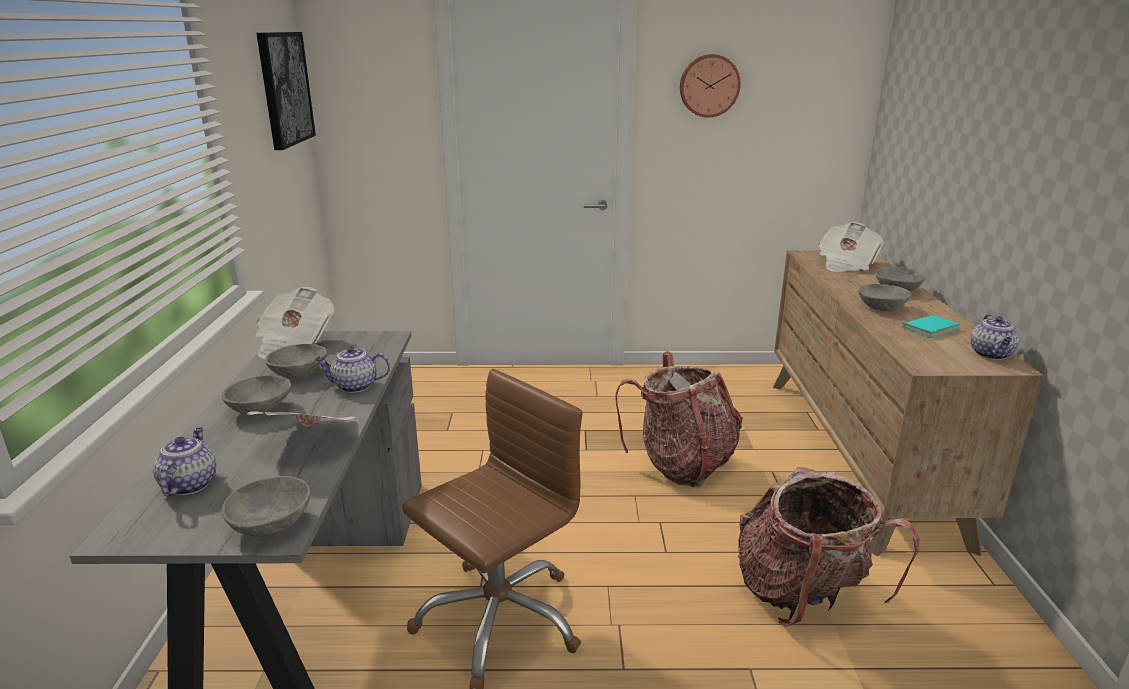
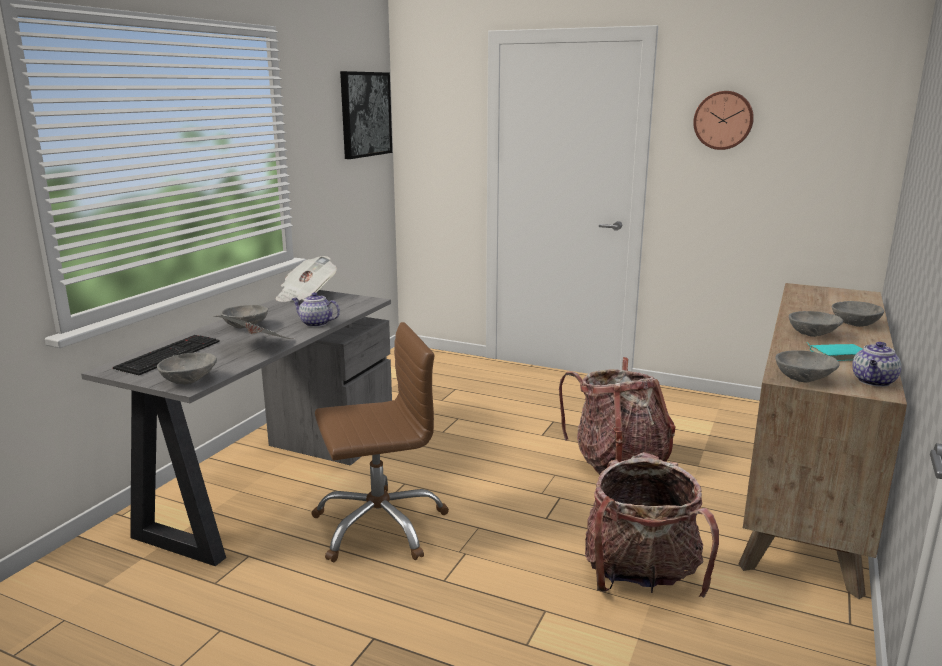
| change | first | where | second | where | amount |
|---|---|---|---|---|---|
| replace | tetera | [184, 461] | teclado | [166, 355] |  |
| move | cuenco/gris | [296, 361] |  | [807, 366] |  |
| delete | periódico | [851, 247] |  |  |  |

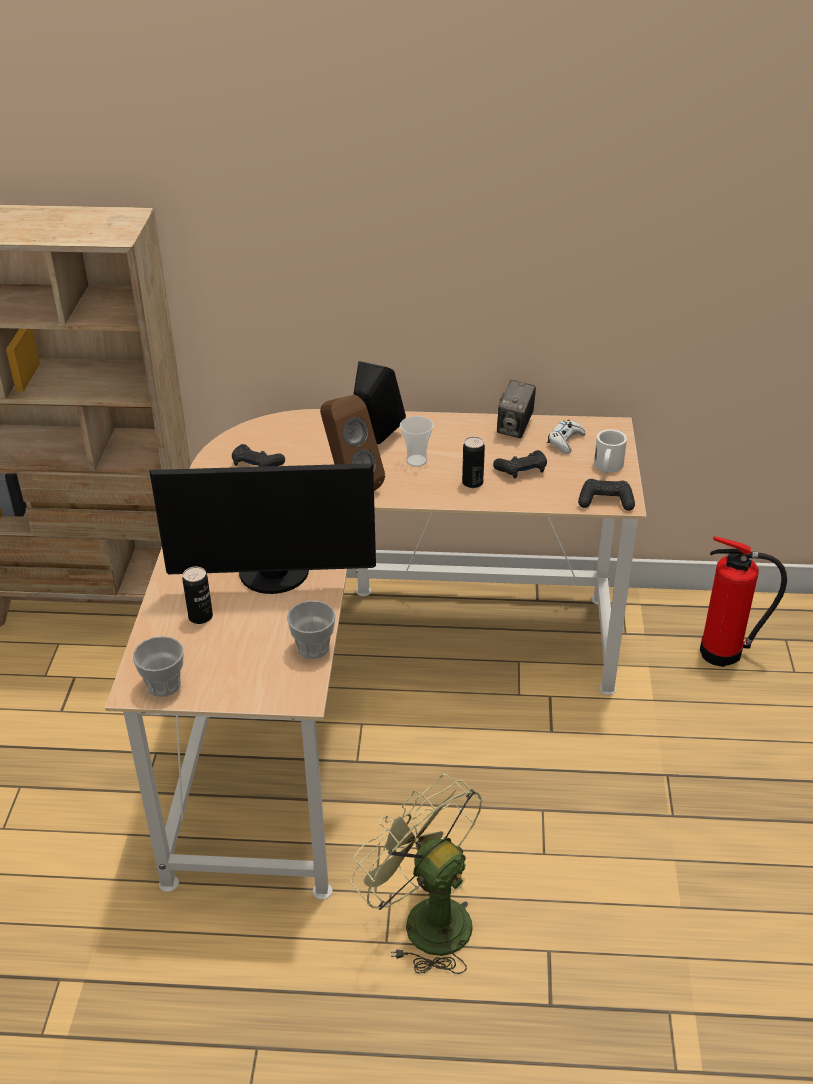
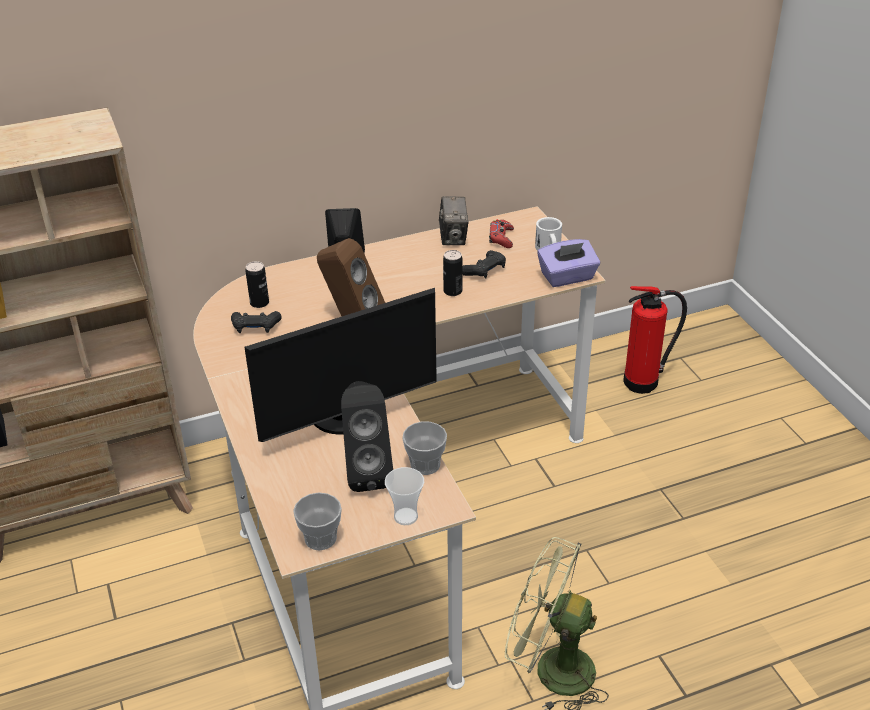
| change | first | where | second | where | amount |
|---|---|---|---|---|---|
| move | lata | [197, 595] |  | [257, 284] |  |
| insert |  |  | altavoz/negro | [367, 436] |  |
| move | taza | [417, 441] |  | [404, 496] |  |
| recolor | mando de consola/blanco | [566, 437] | mando de consola/rojo | [501, 233] |  |
| replace | mando de consola/negro | [606, 495] | caja de pañuelos/morado | [568, 263] |  |

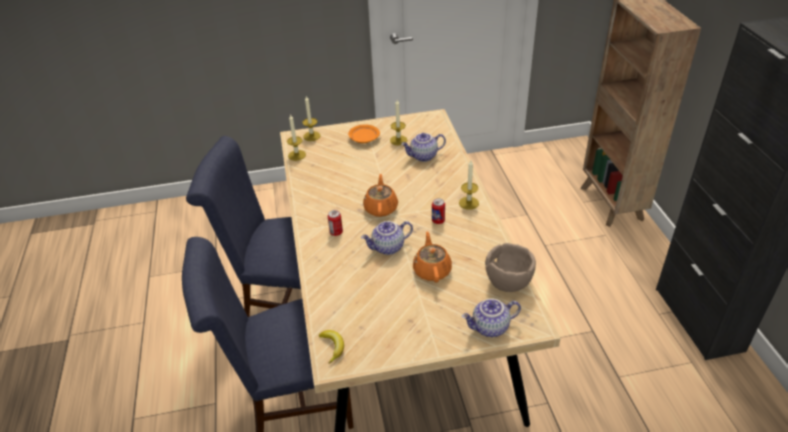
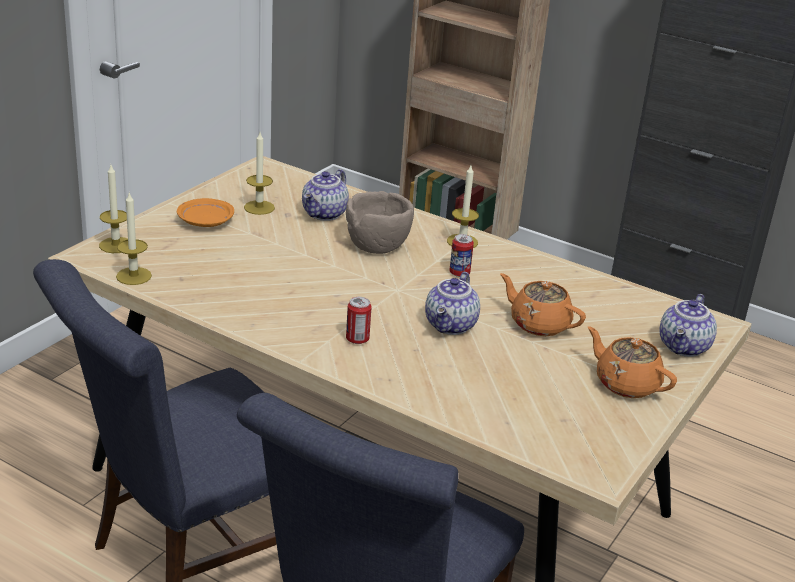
| change | first | where | second | where | amount |
|---|---|---|---|---|---|
| move | cuenco/marrón | [510, 267] |  | [380, 222] |  |
| move | tetera/naranja | [380, 195] |  | [632, 362] |  |
| delete | plátano | [331, 347] |  |  |  |

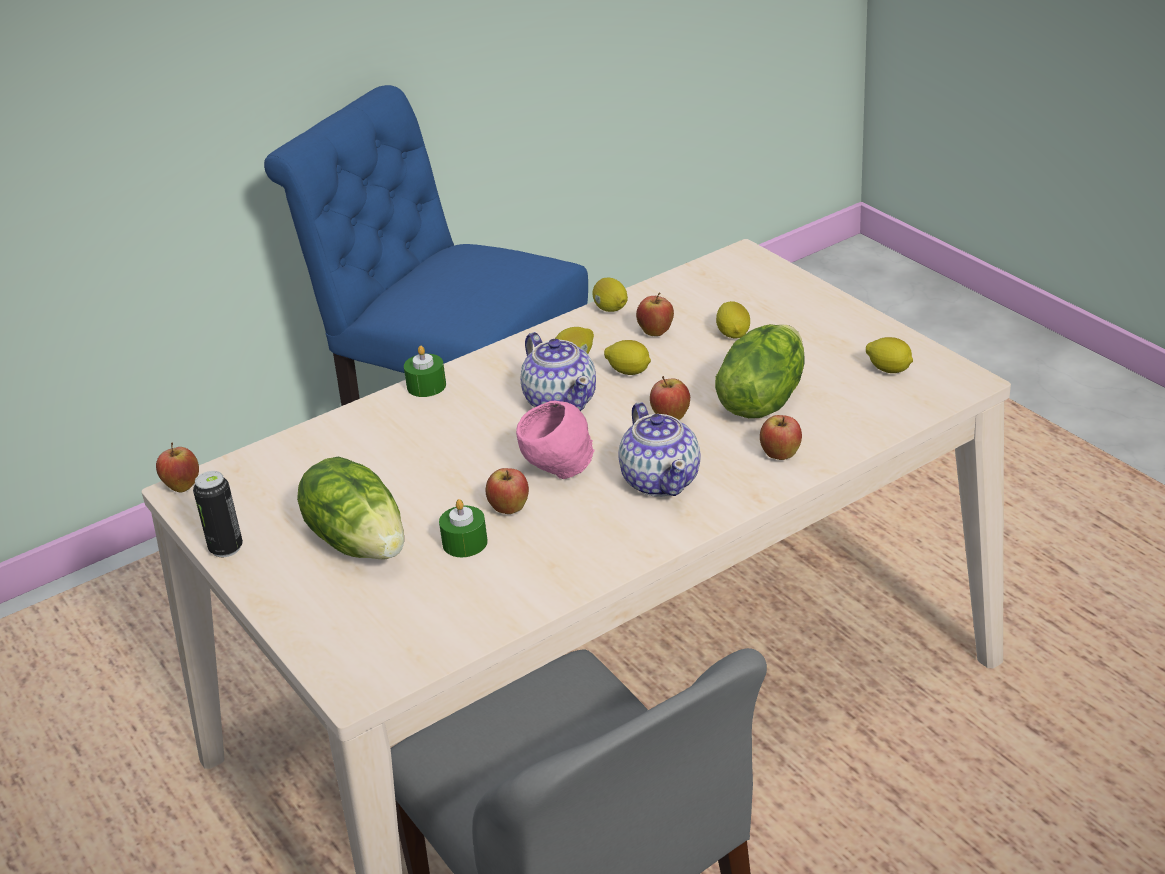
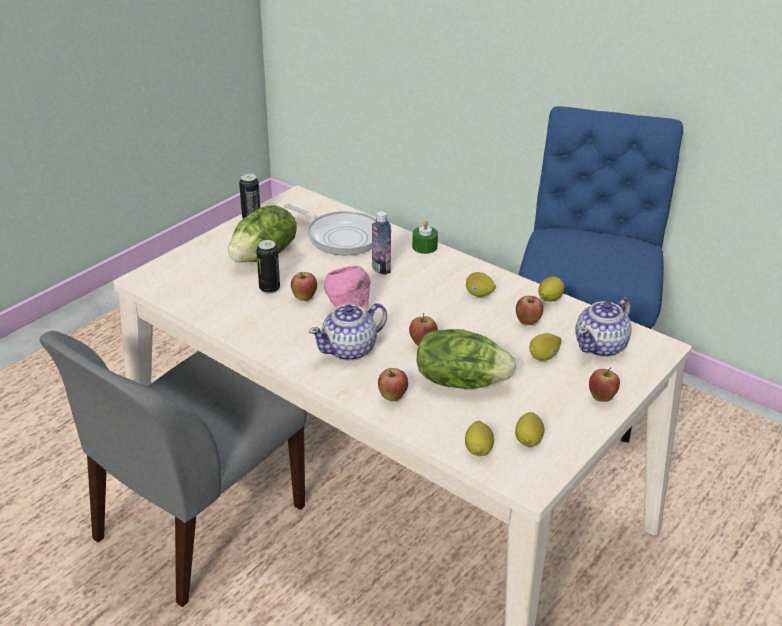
| change | first | where | second | where | amount |
|---|---|---|---|---|---|
| replace | vela/verde | [463, 528] | lata | [268, 267] |  |
| insert |  |  | sartén | [330, 229] |  |
| insert |  |  | botella | [381, 243] |  |
| move | limón | [627, 357] |  | [479, 438] |  |
| move | tetera | [558, 371] |  | [603, 327] |  |
| move | manzana | [177, 467] |  | [604, 384] |  |

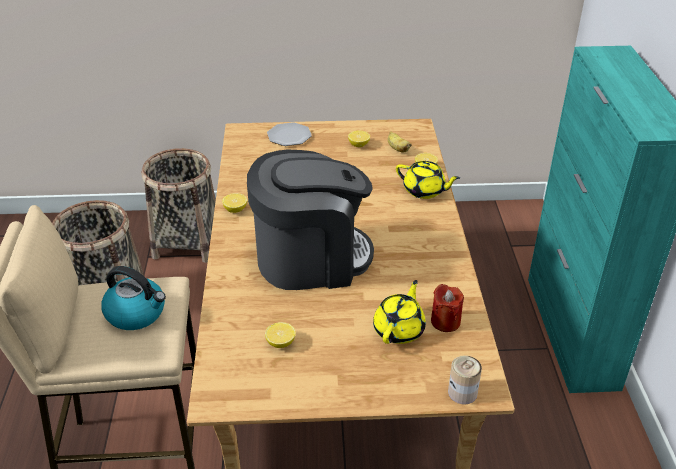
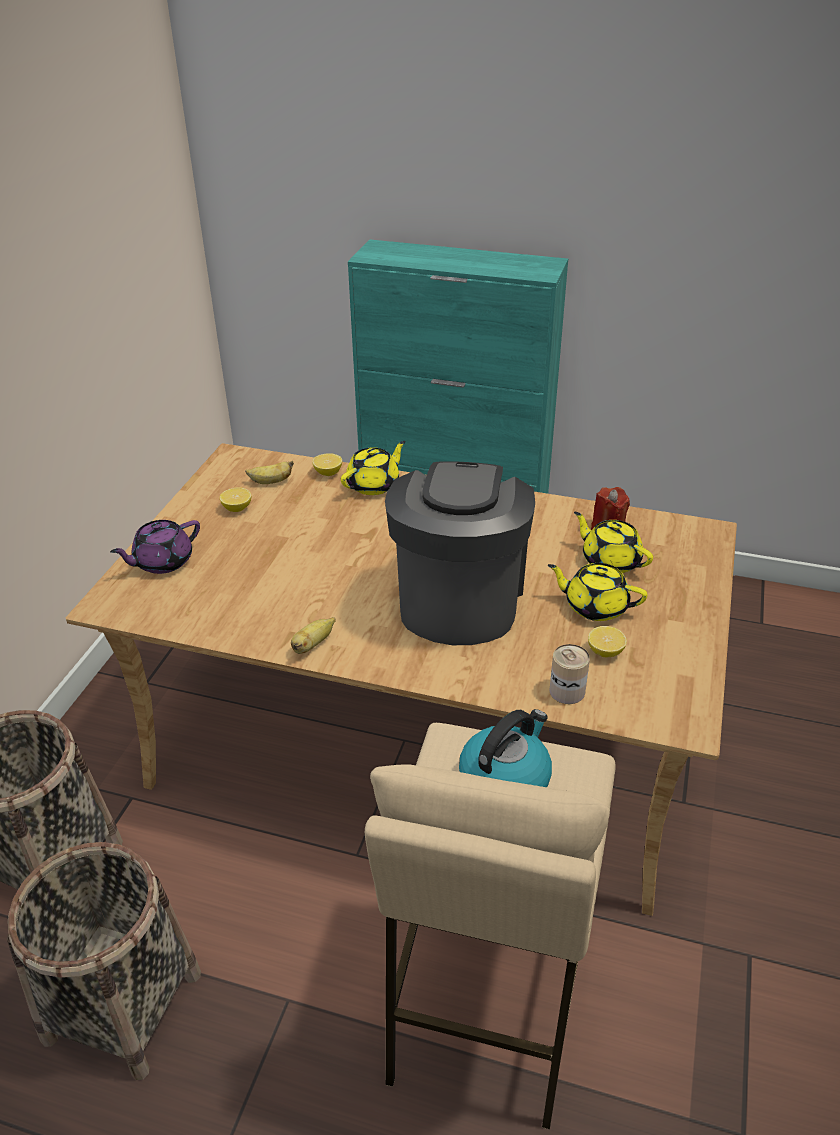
| change | first | where | second | where | amount |
|---|---|---|---|---|---|
| replace | plato | [289, 134] | tetera/morado | [155, 547] |  |
| replace | limón | [234, 203] | plátano | [313, 635] |  |
| insert |  |  | tetera/amarillo | [597, 592] |  |
| move | lata | [465, 380] |  | [569, 674] |  |

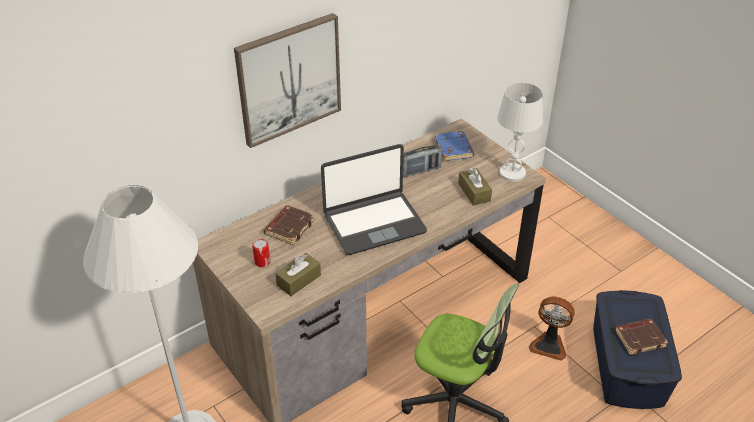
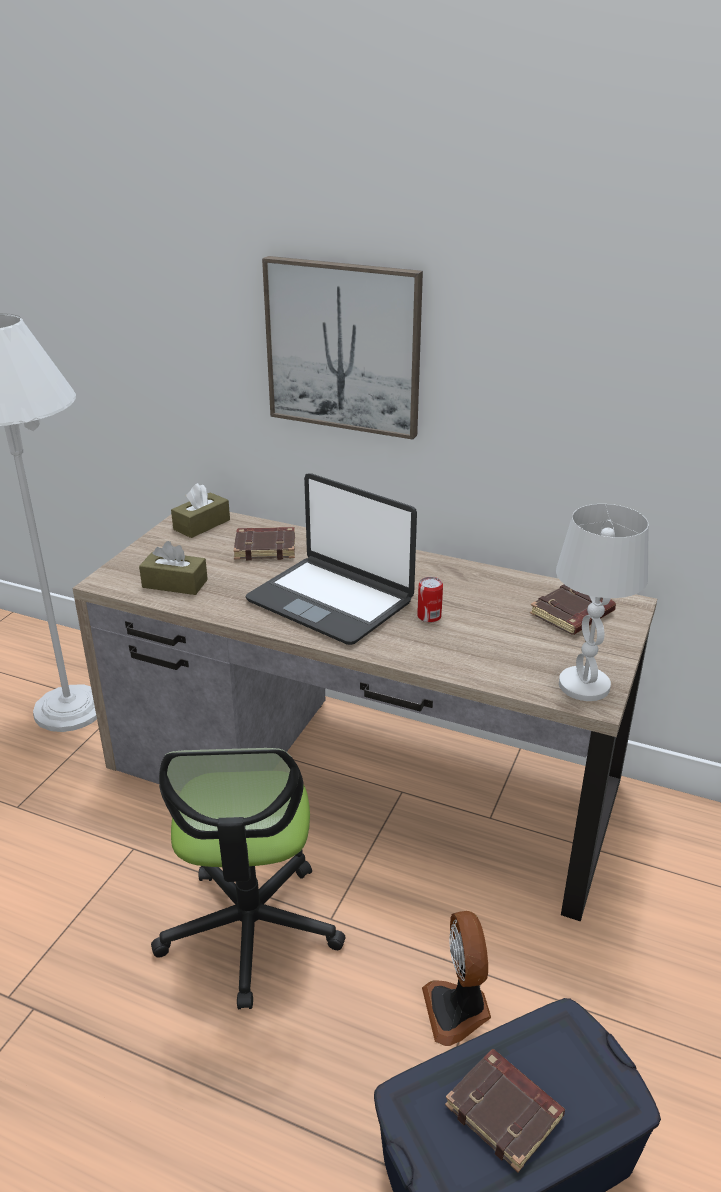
| change | first | where | second | where | amount |
|---|---|---|---|---|---|
| move | caja de pañuelos/marrón | [475, 187] |  | [200, 510] |  |
| move | lata | [261, 253] |  | [430, 600] |  |
| recolor | libro/azul | [454, 146] | libro/marrón | [573, 609] |  |
| delete | radio | [422, 160] |  |  |  |

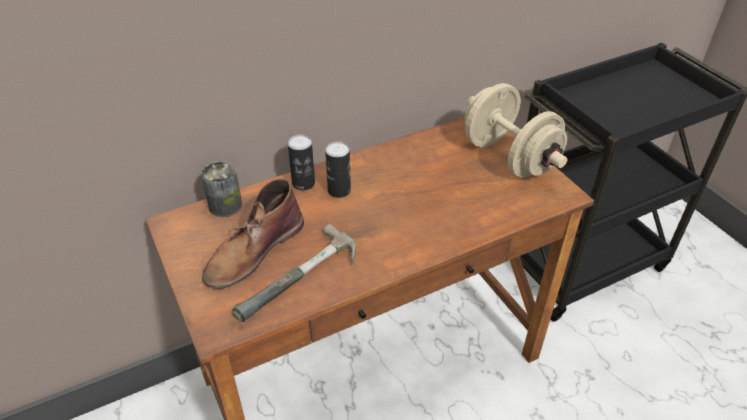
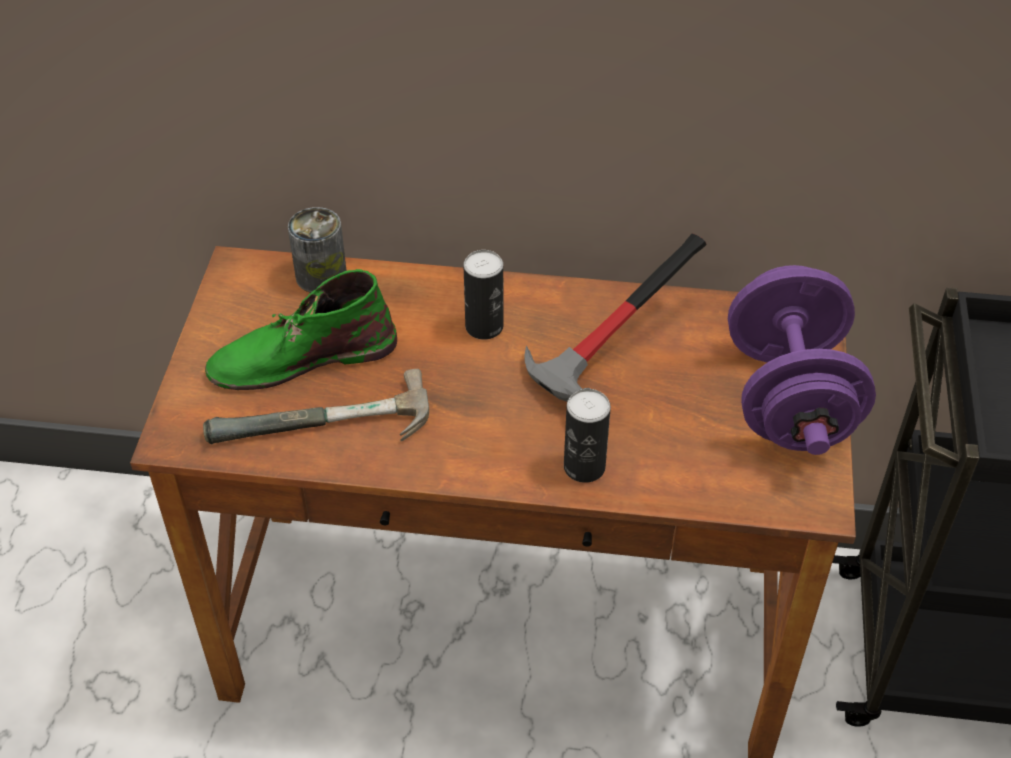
| change | first | where | second | where | amount |
|---|---|---|---|---|---|
| recolor | bota/marrón | [253, 233] | bota/verde | [301, 329] |  |
| insert |  |  | martillo | [615, 317] |  |
| move | lata | [301, 163] |  | [587, 436] |  |
| recolor | mancuerna/beis | [516, 130] | mancuerna/morado | [802, 360] |  |

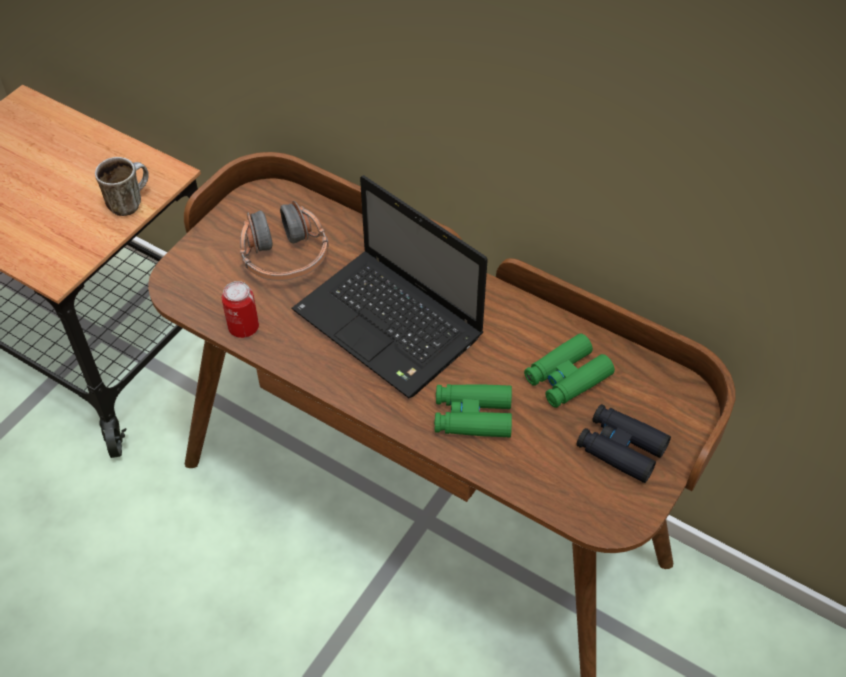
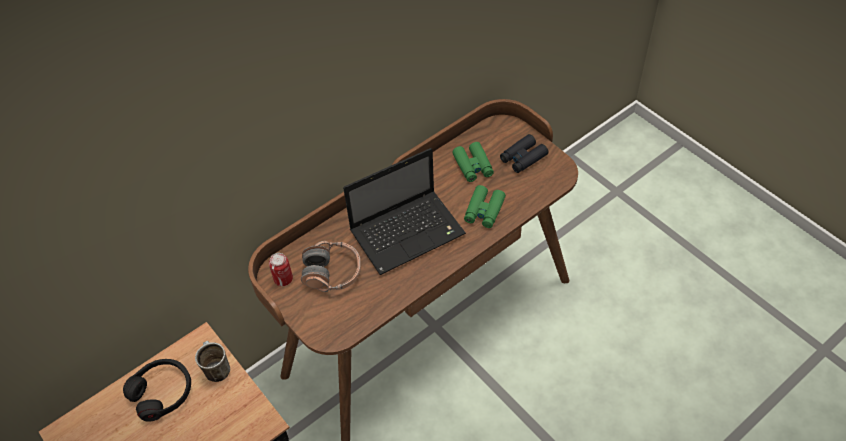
| change | first | where | second | where | amount |
|---|---|---|---|---|---|
| insert |  |  | auriculares/negro | [157, 390] |  |
| move | lata | [240, 309] |  | [281, 269] |  |

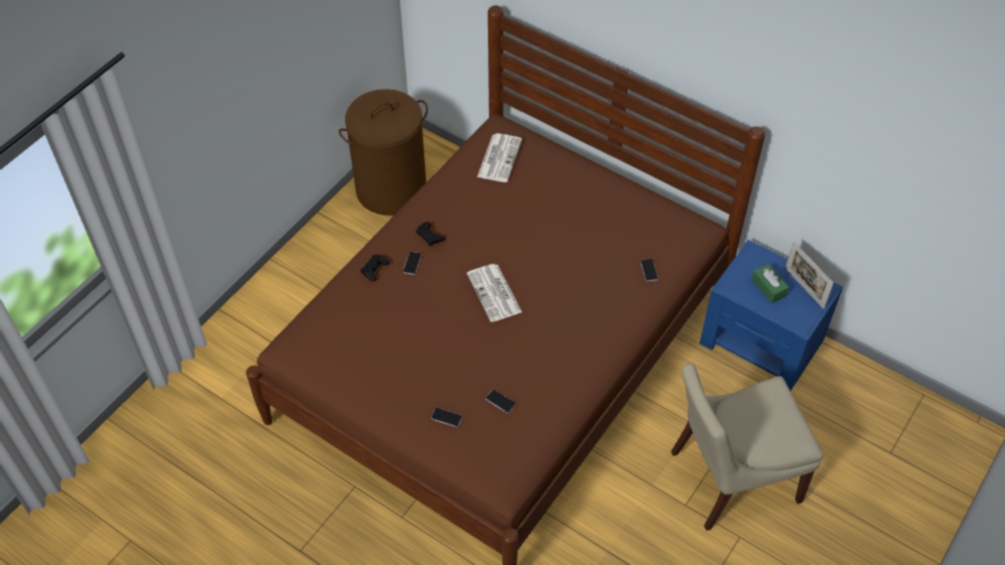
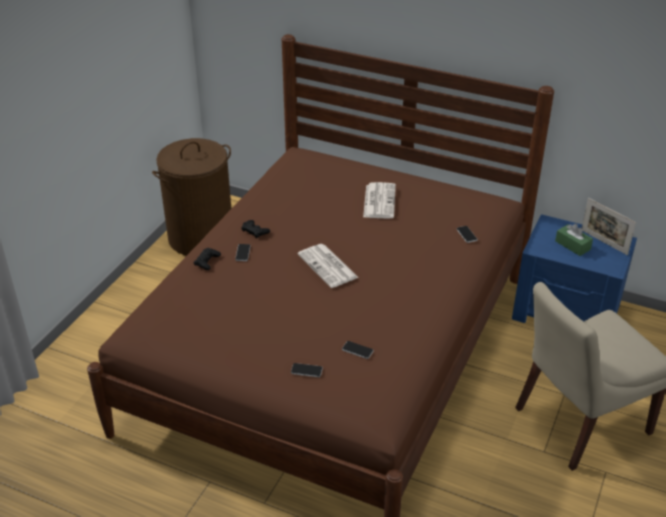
| change | first | where | second | where | amount |
|---|---|---|---|---|---|
| move | periódico | [499, 157] |  | [379, 200] |  |

